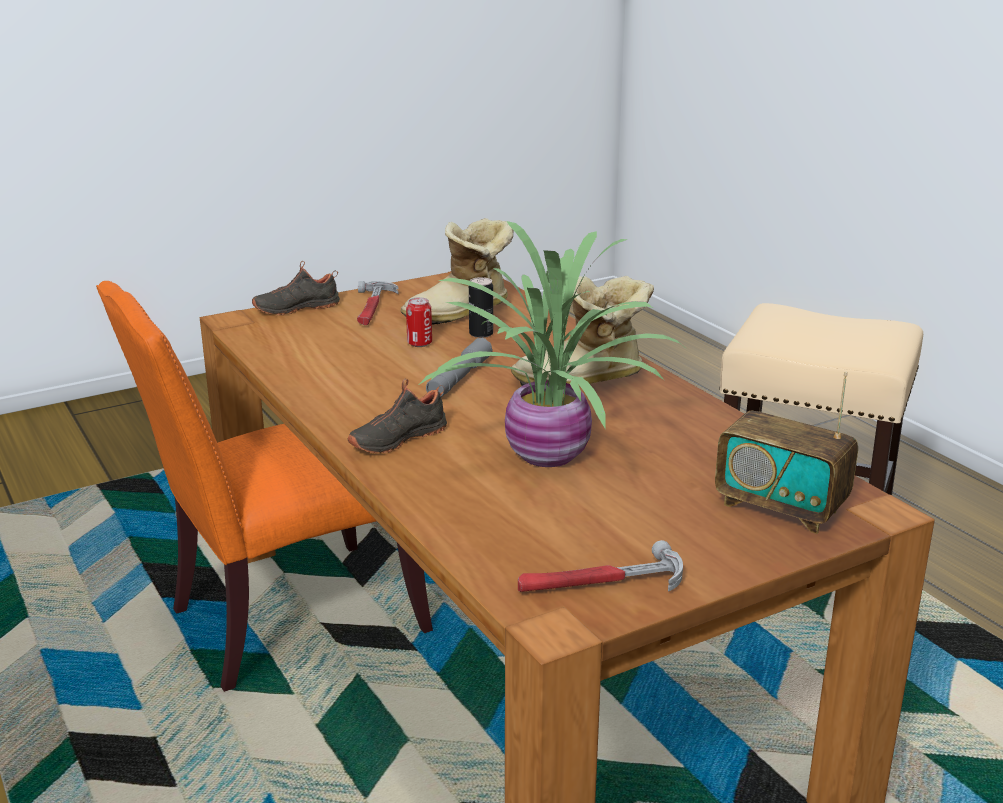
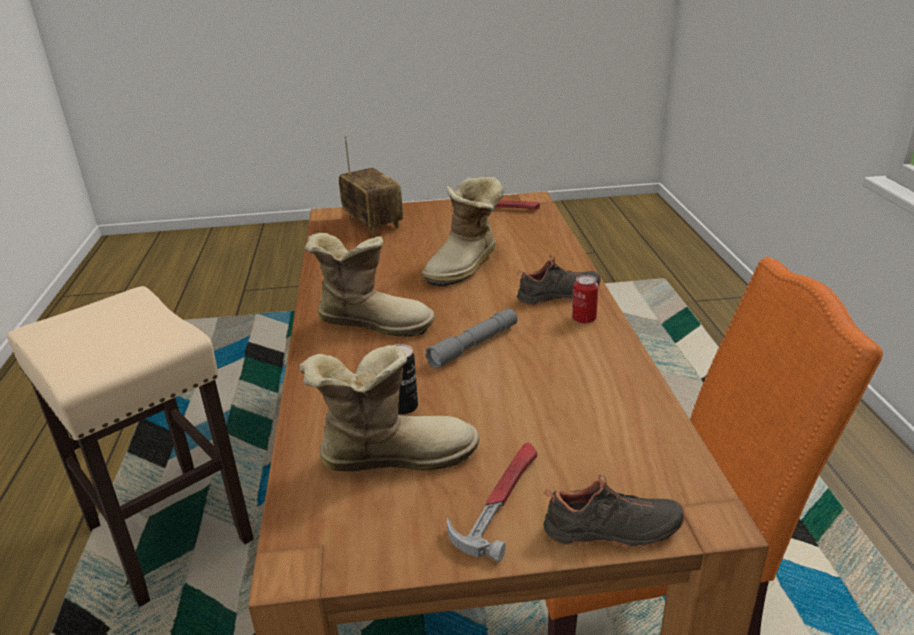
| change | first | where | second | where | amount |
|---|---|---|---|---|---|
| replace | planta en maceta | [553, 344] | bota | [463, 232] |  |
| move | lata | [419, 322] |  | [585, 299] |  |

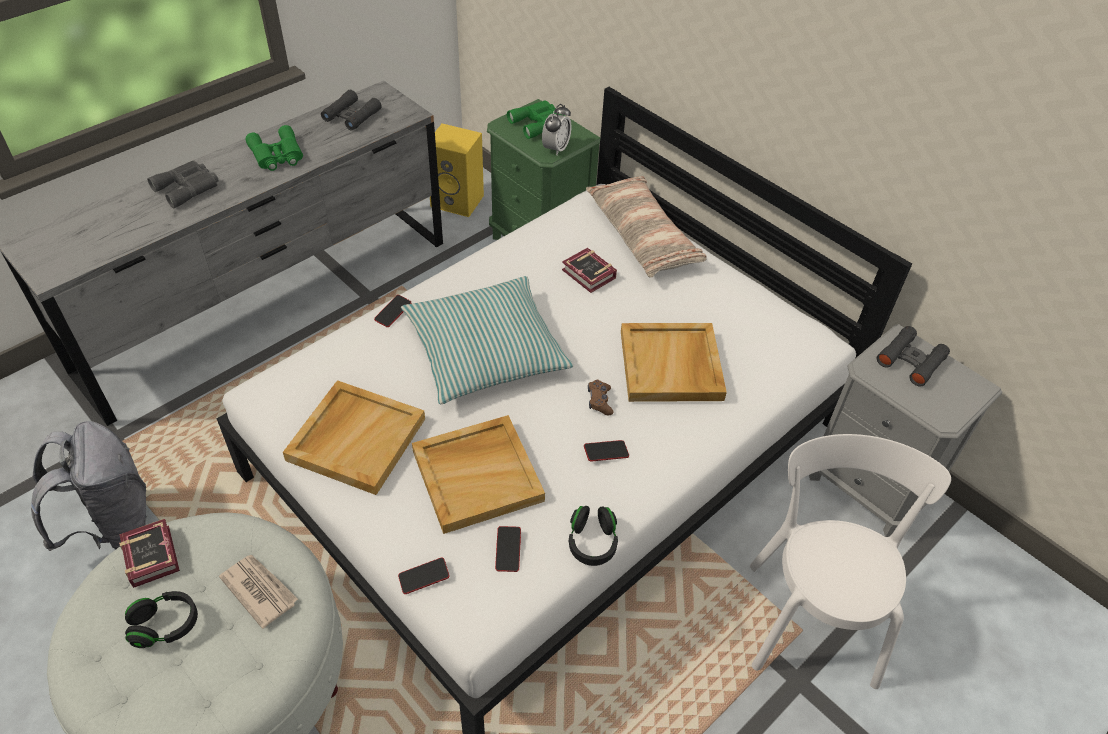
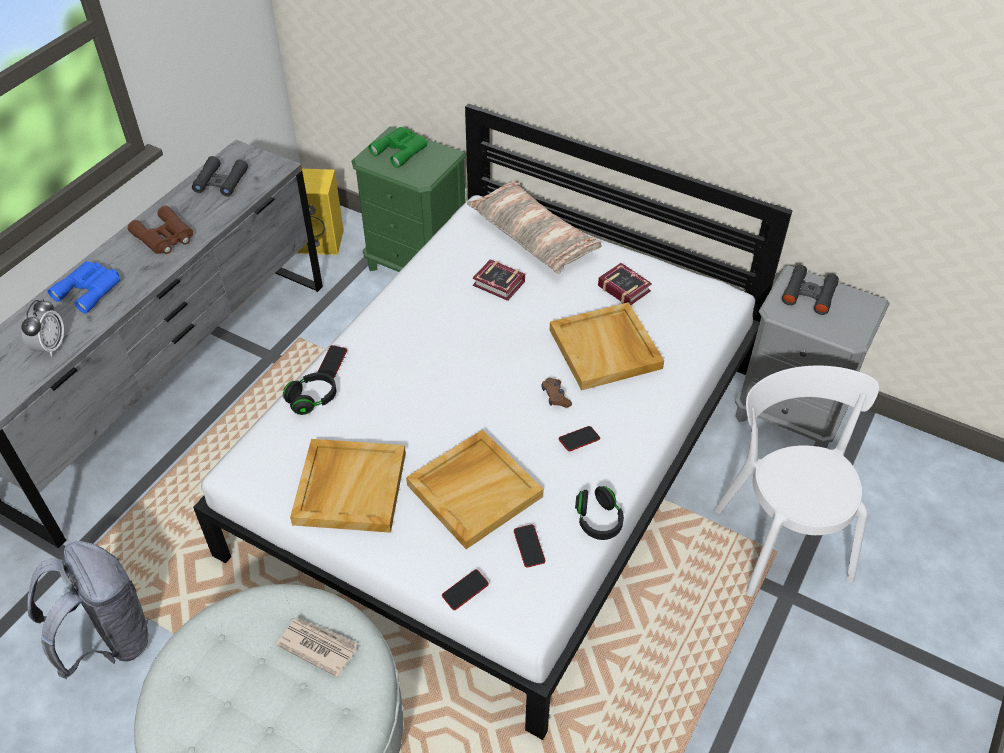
| change | first | where | second | where | amount |
|---|---|---|---|---|---|
| move | despertador | [556, 130] |  | [43, 328] |  |
| recolor | prismáticos/gris | [183, 184] | prismáticos/azul | [84, 287] |  |
| recolor | prismáticos/verde | [274, 148] | prismáticos/marrón | [160, 229] |  |
| move | auriculares/negro | [161, 619] |  | [309, 393] |  |
| move | libro | [149, 553] |  | [625, 284] |  |
| delete | cojín | [487, 340] |  |  |  |

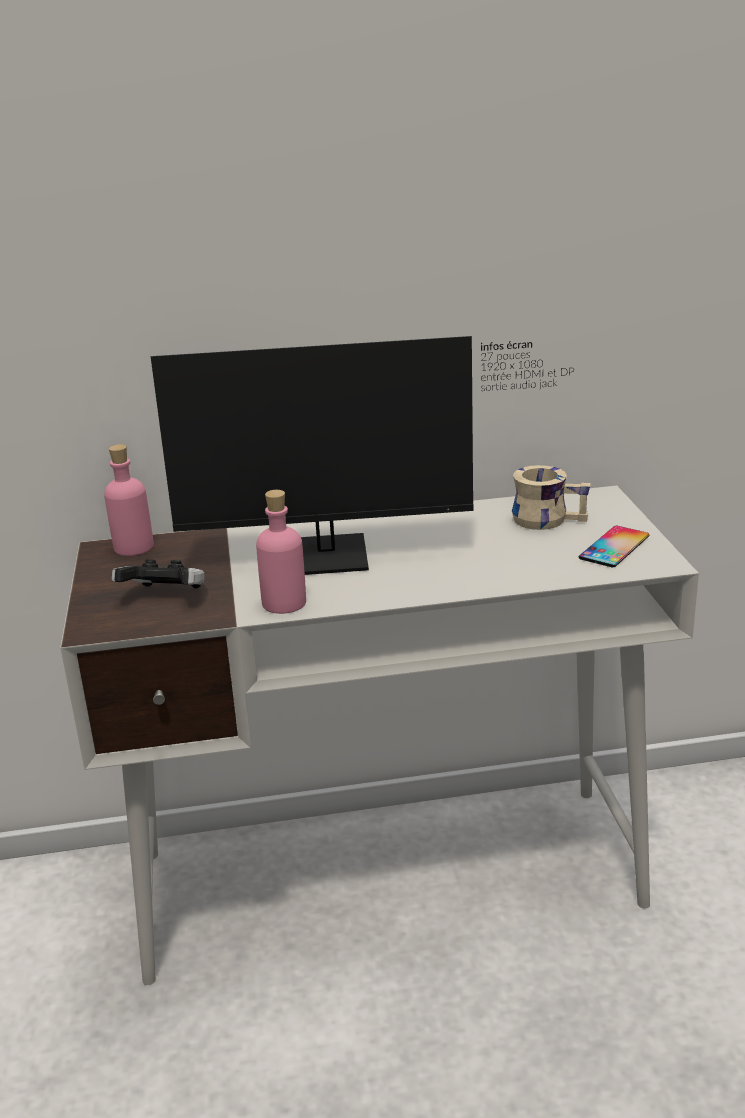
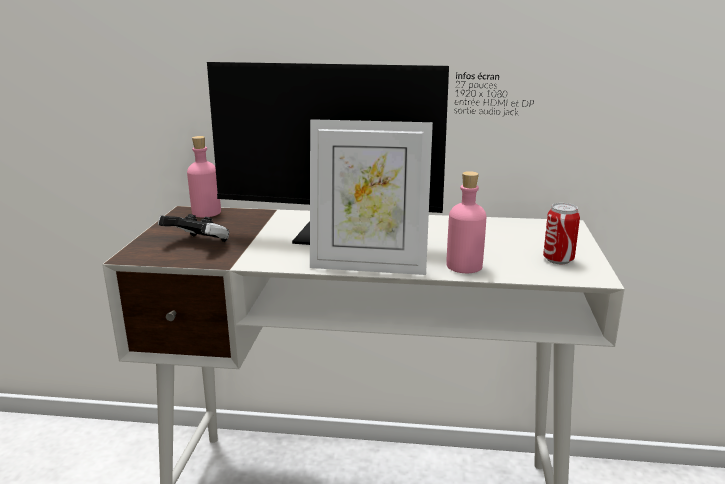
| change | first | where | second | where | amount |
|---|---|---|---|---|---|
| insert |  |  | portarretratos | [371, 197] |  |
| move | botella/rosa | [281, 552] |  | [467, 222] |  |
| replace | móvil | [614, 546] | lata | [561, 233] |  |
| delete | taza grande/beis | [551, 497] |  |  |  |

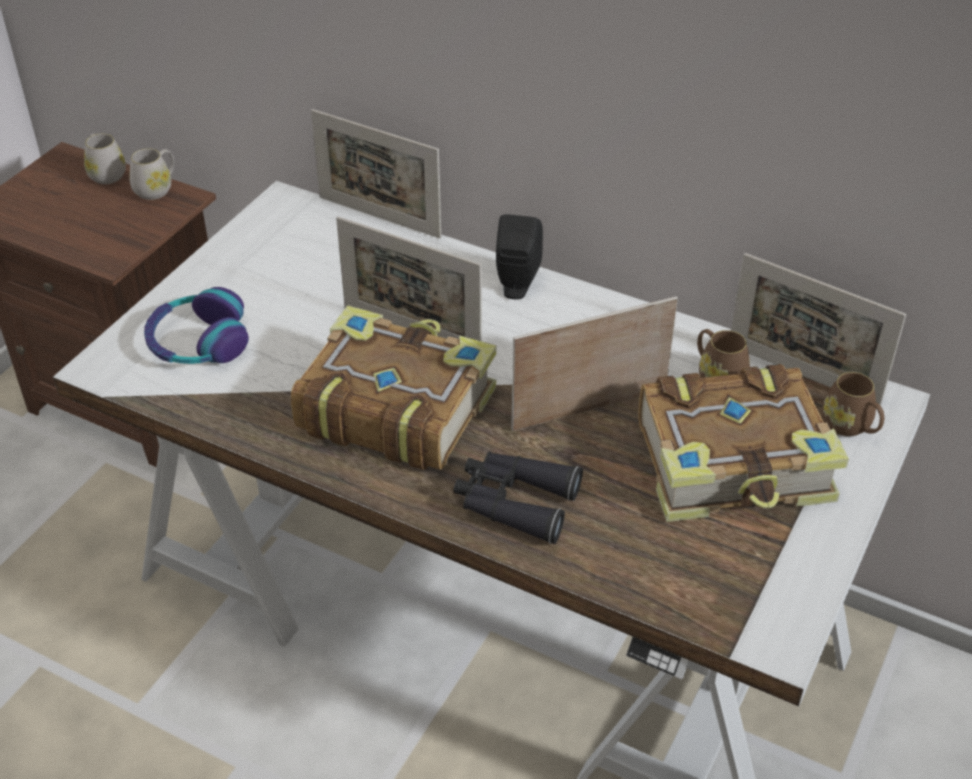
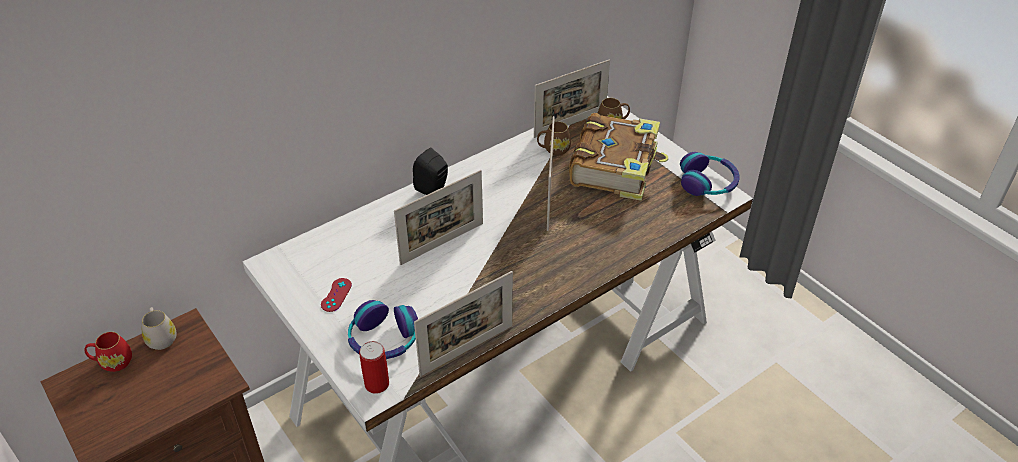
| change | first | where | second | where | amount |
|---|---|---|---|---|---|
| recolor | taza grande/blanco | [105, 159] | taza grande/rojo | [108, 352] |  |
| insert |  |  | mando de consola/rojo | [336, 295] |  |
| insert |  |  | lata | [374, 367] |  |
| move | portarretratos | [376, 173] |  | [463, 323] |  |
| insert |  |  | auriculares | [709, 174] |  |
| delete | libro | [393, 387] |  |  |  |
| delete | prismáticos/negro | [518, 498] |  |  |  |

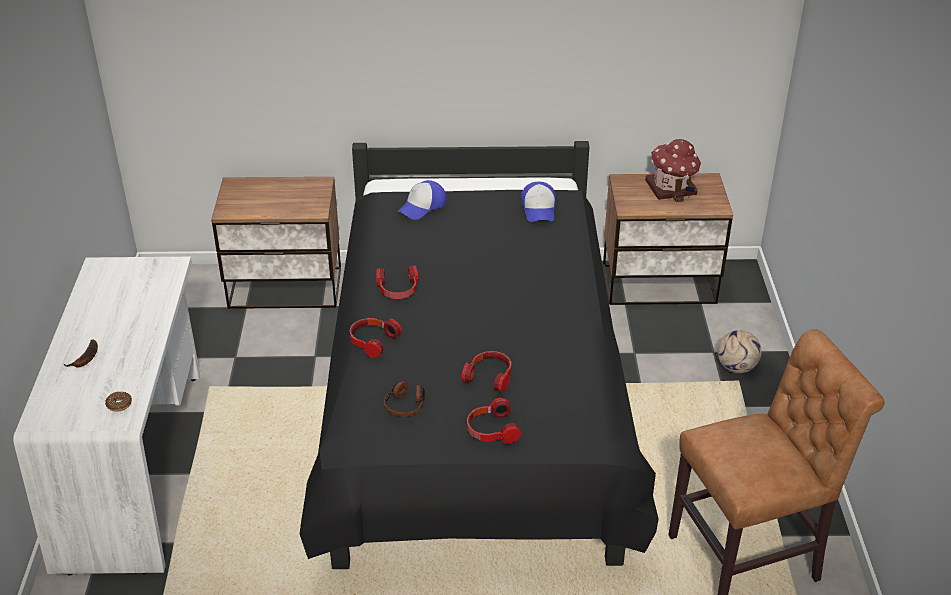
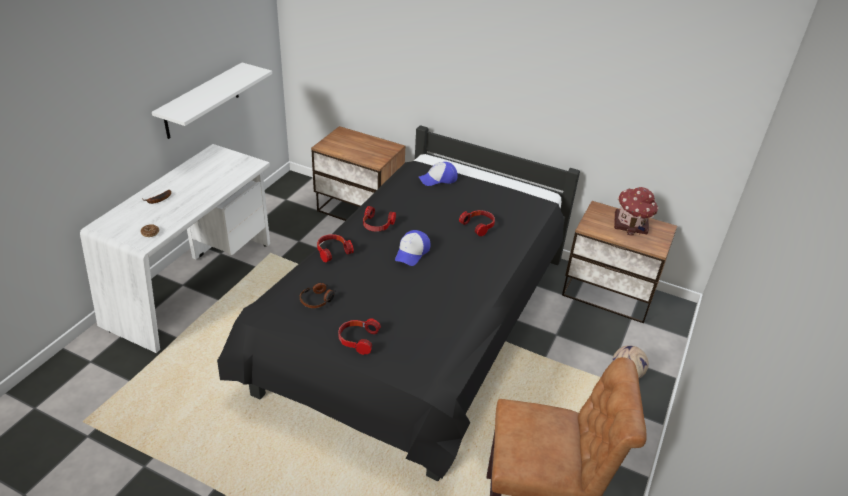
| change | first | where | second | where | amount |
|---|---|---|---|---|---|
| insert |  |  | estante/blanco | [212, 101] |  |
| move | gorra | [538, 202] |  | [413, 248] |  |
| move | auriculares | [487, 371] |  | [477, 223] |  |

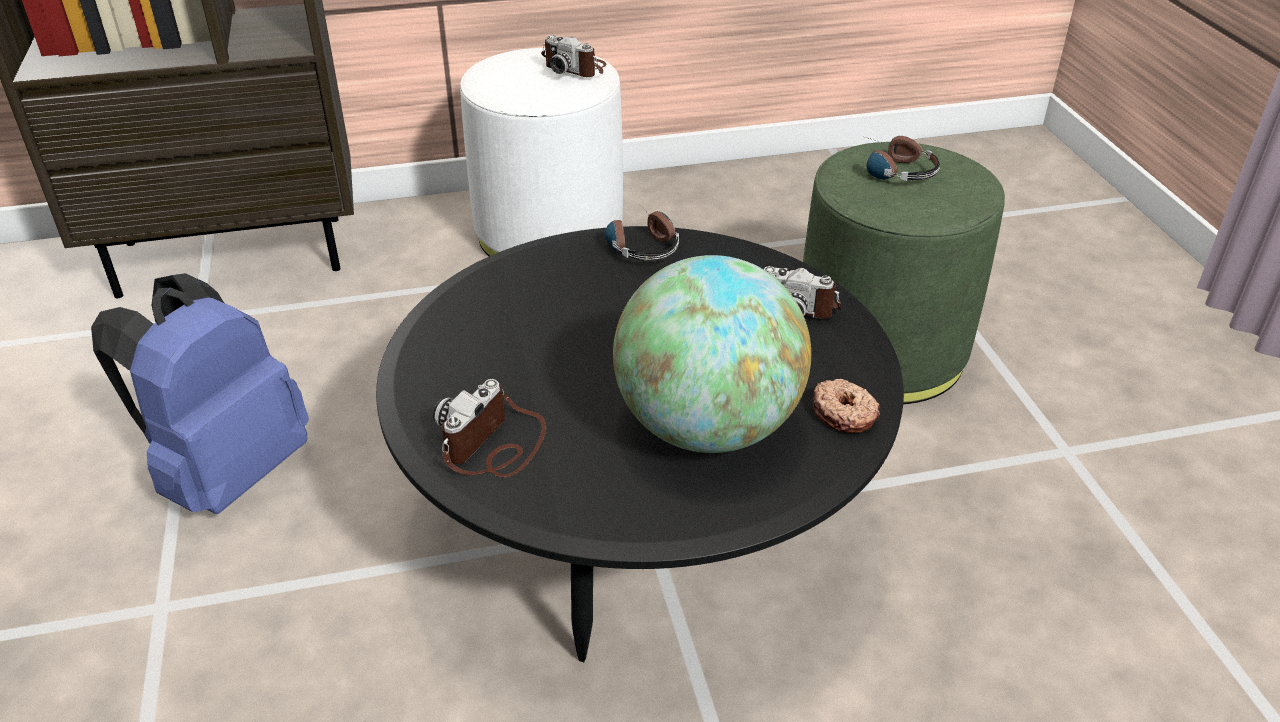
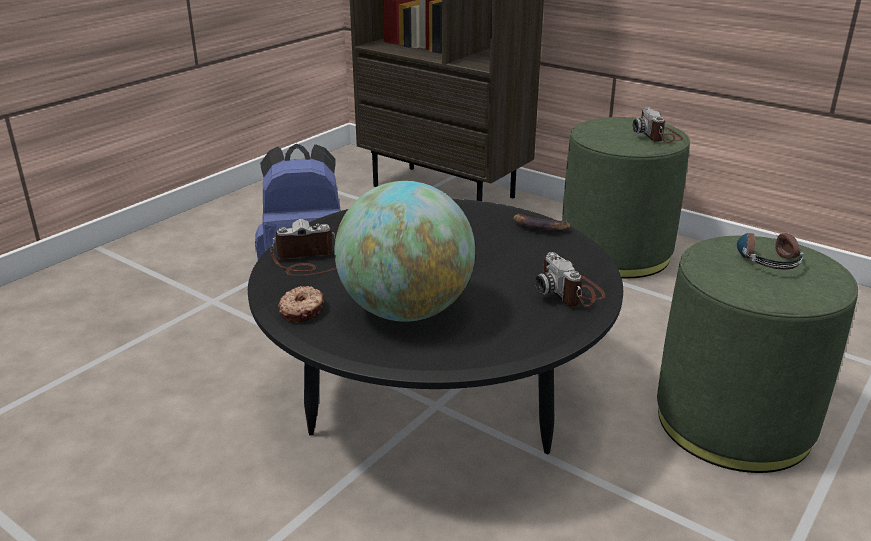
| change | first | where | second | where | amount |
|---|---|---|---|---|---|
| move | rosquilla | [846, 406] |  | [300, 304] |  |
| replace | auriculares | [641, 232] | plátano | [542, 222] |  |
| recolor | puf/blanco | [541, 152] | puf/verde | [626, 197] |  |

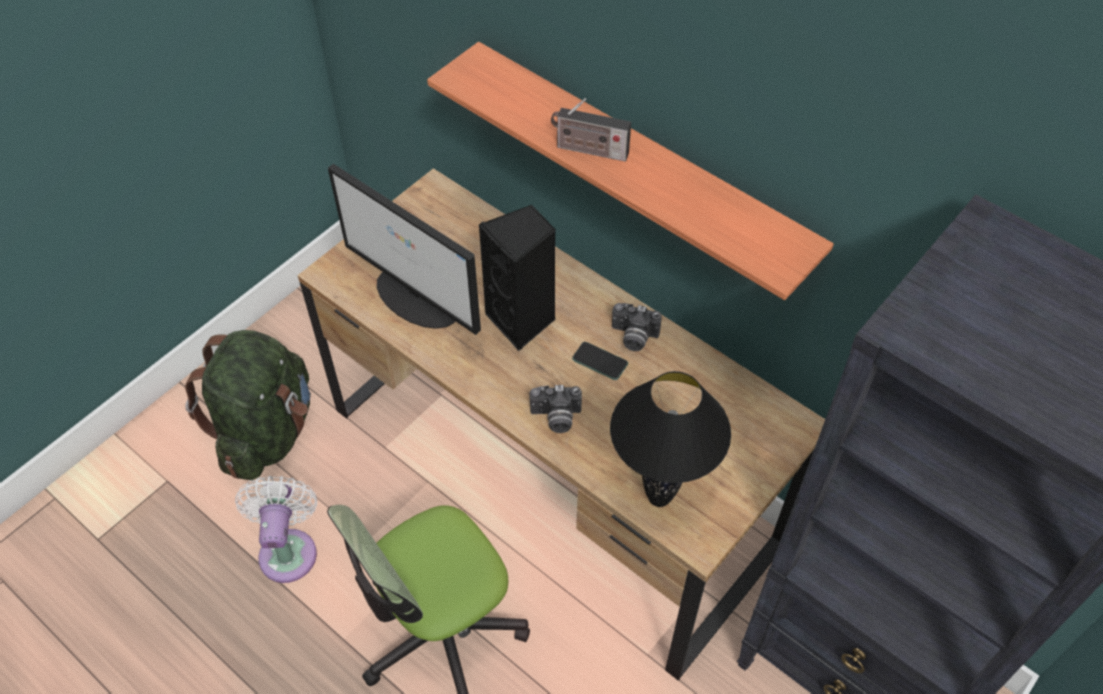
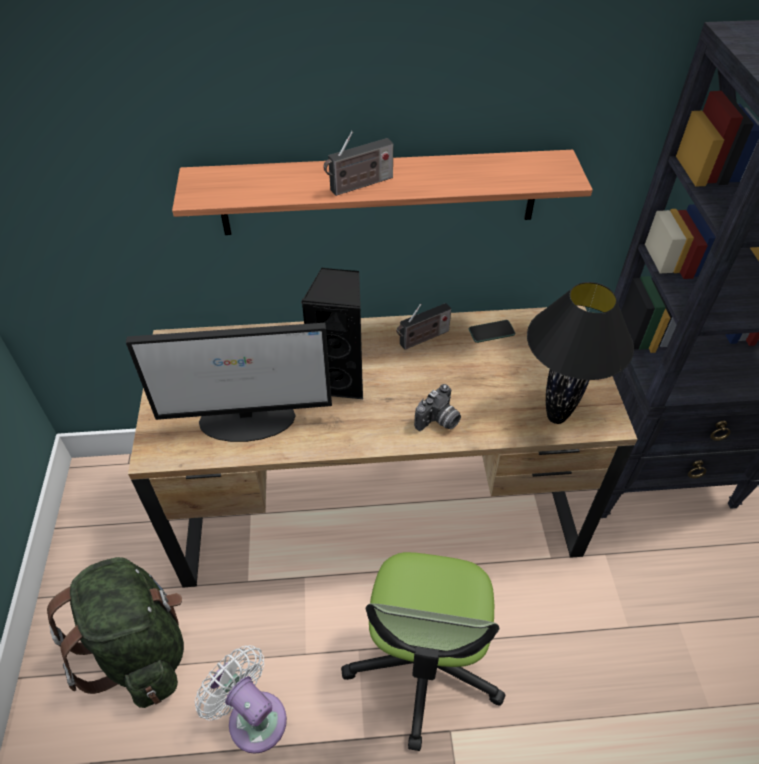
| change | first | where | second | where | amount |
|---|---|---|---|---|---|
| replace | cámara | [637, 327] | radio | [423, 326] |  |
| move | móvil | [600, 361] |  | [492, 331] |  |

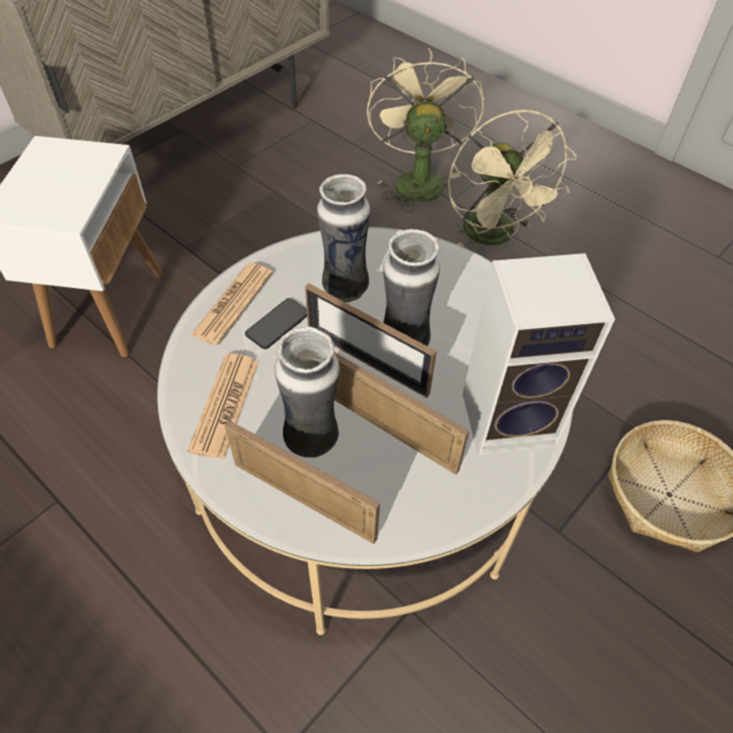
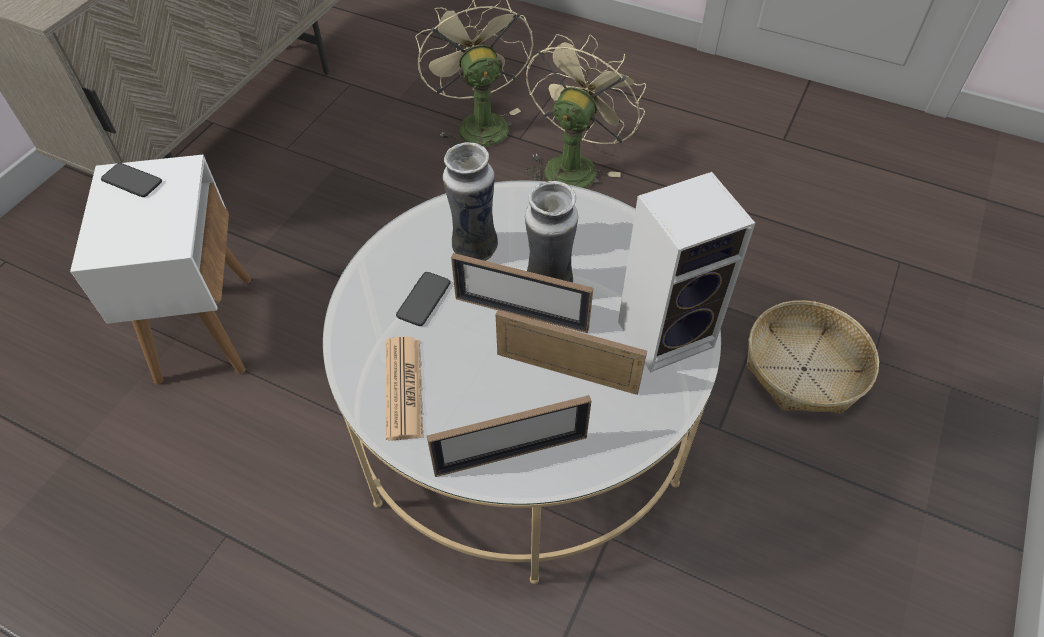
| change | first | where | second | where | amount |
|---|---|---|---|---|---|
| insert |  |  | móvil | [131, 180] |  |
| rotate | portarretratos | [302, 482] |  | [509, 436] | 150 degrees clockwise |
| rotate | ventilador/beis | [512, 178] |  | [586, 111] | 120 degrees counterclockwise |
| delete | periódico | [232, 304] |  |  |  |
| delete | florero | [307, 392] |  |  |  |

